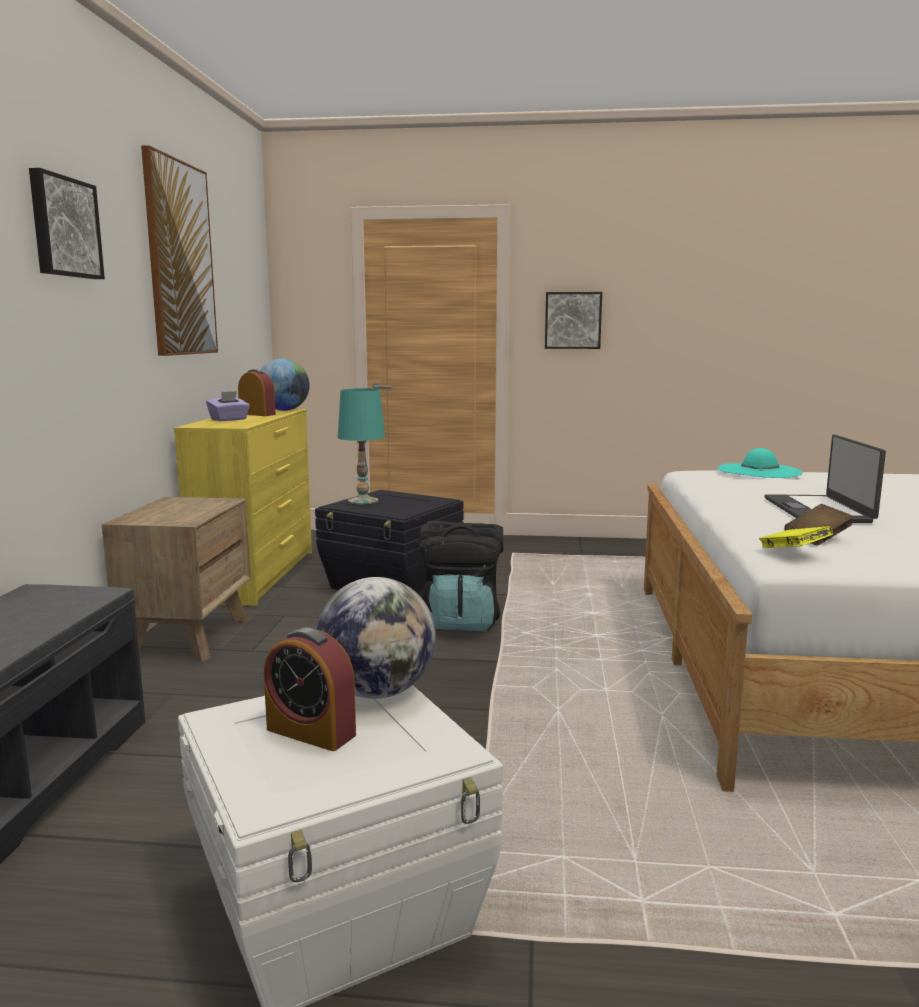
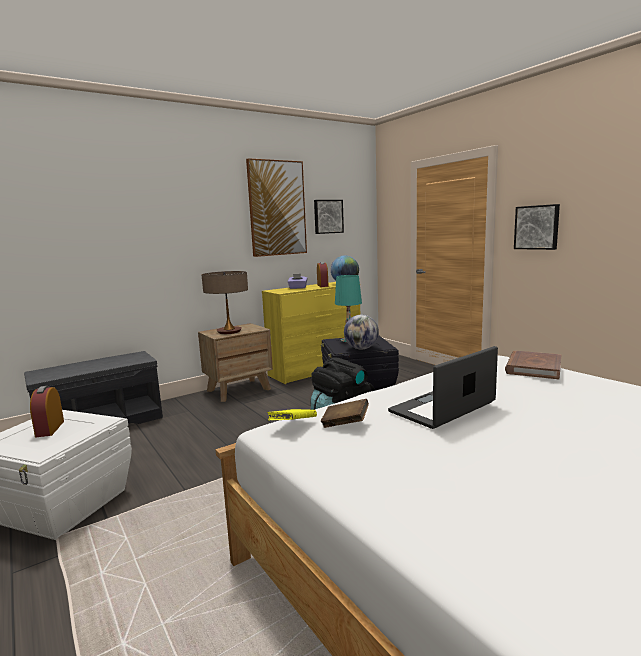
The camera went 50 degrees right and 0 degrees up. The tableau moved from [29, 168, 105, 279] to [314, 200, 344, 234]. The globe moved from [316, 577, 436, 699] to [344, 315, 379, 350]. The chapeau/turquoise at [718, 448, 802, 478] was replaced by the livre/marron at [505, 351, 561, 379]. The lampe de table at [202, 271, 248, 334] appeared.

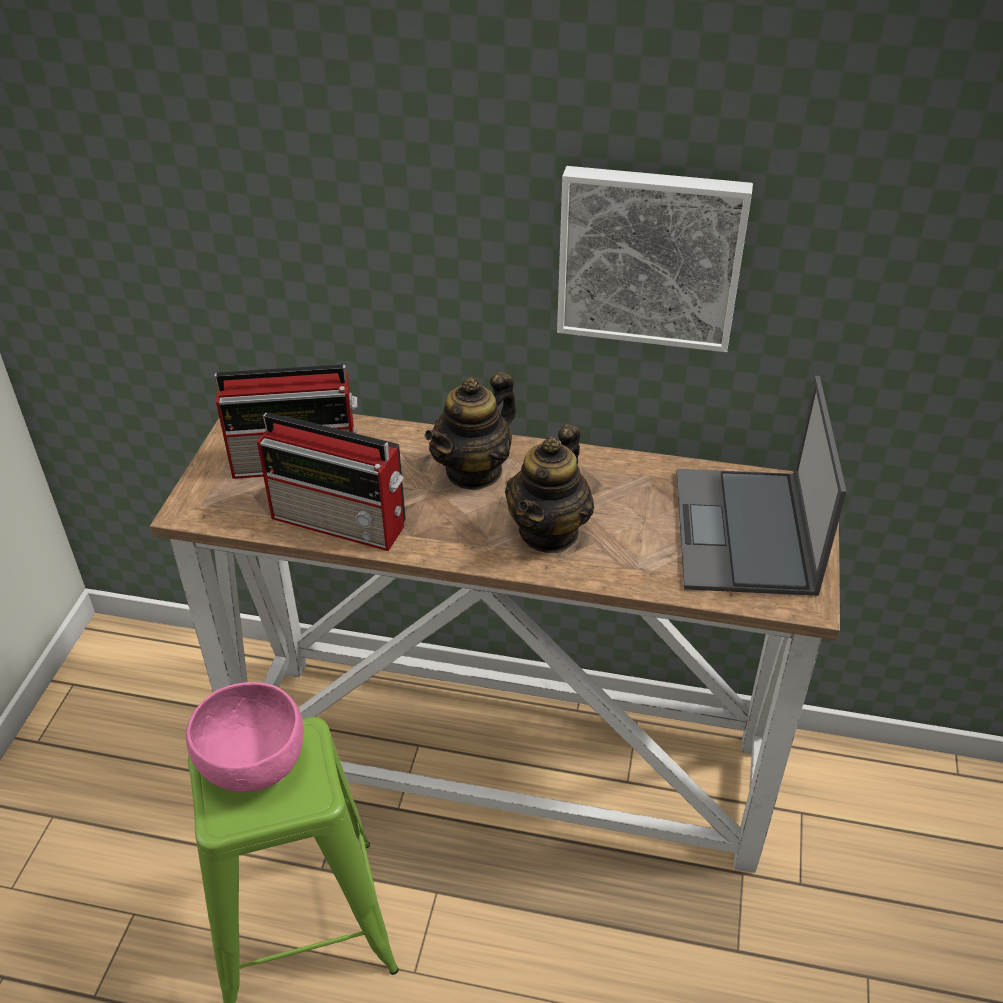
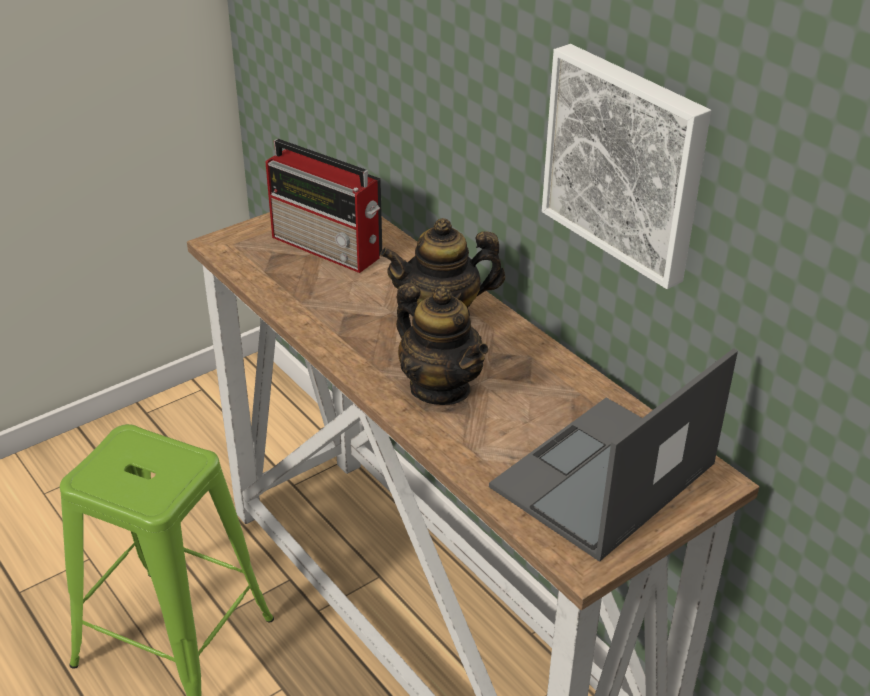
The camera went 40 degrees right and 5 degrees down. The bol/rose at [186, 682, 304, 792] disappeared. The radio at [257, 413, 406, 551] disappeared. The théière at [505, 424, 594, 553] turned 105 degrees counterclockwise.

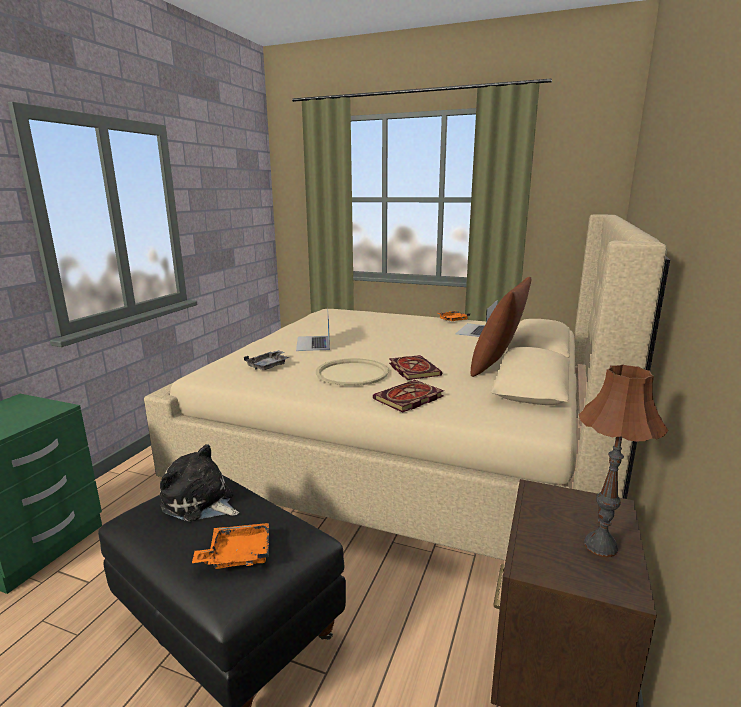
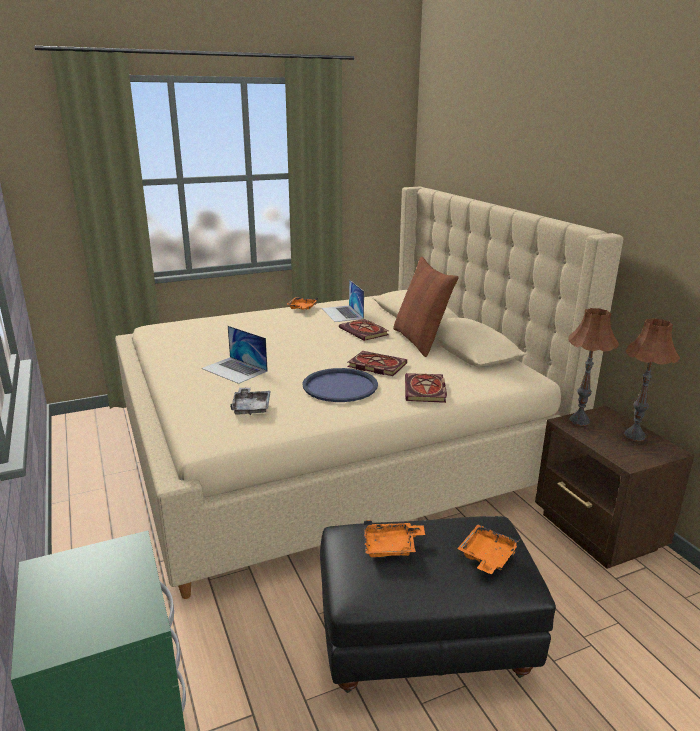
The camera went 45 degrees left and 5 degrees up. The peluche at [160, 444, 239, 522] was replaced by the plateau/orange at [364, 520, 425, 557]. The plateau/beige at [316, 358, 389, 386] became the plateau/bleu at [302, 368, 378, 402]. The livre at [339, 319, 389, 341] appeared. The lampe de table/marron at [568, 308, 619, 426] appeared.

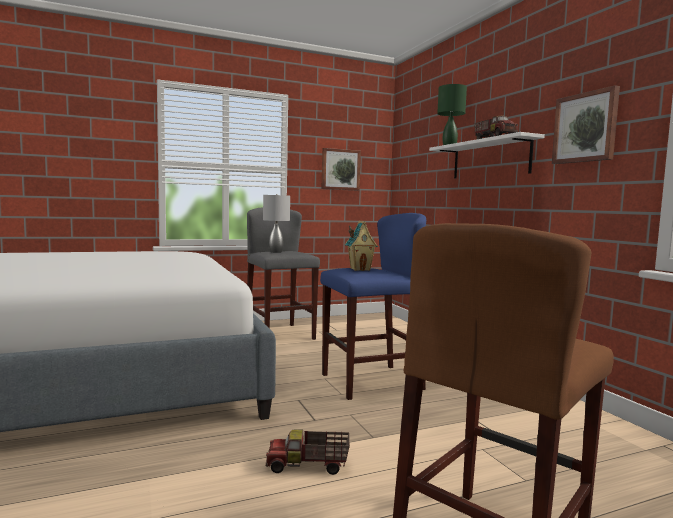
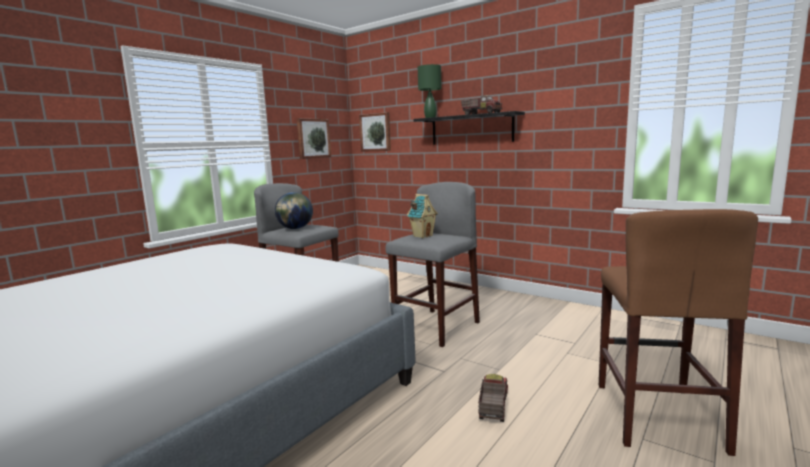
The camera went 30 degrees left and 5 degrees up. The lampe de table/gris at [263, 194, 290, 253] was replaced by the globe at [275, 192, 313, 229]. The camion jouet at [266, 429, 350, 475] turned 135 degrees clockwise. The tabouret/bleu at [320, 213, 426, 400] became the tabouret/gris at [386, 182, 480, 347]. The étagère/blanc at [429, 132, 545, 178] became the étagère/noir at [413, 111, 525, 144]. The tableau moved from [552, 85, 620, 164] to [359, 112, 391, 152].

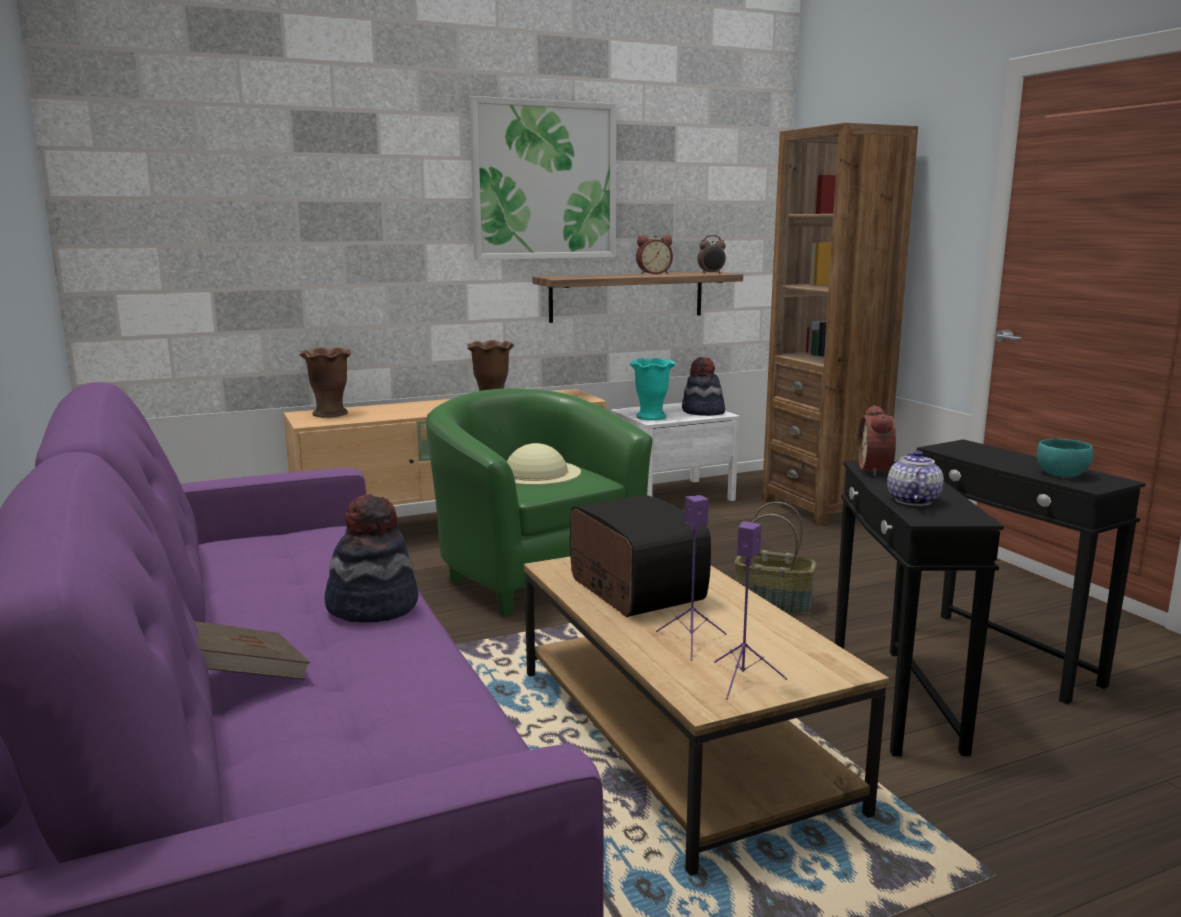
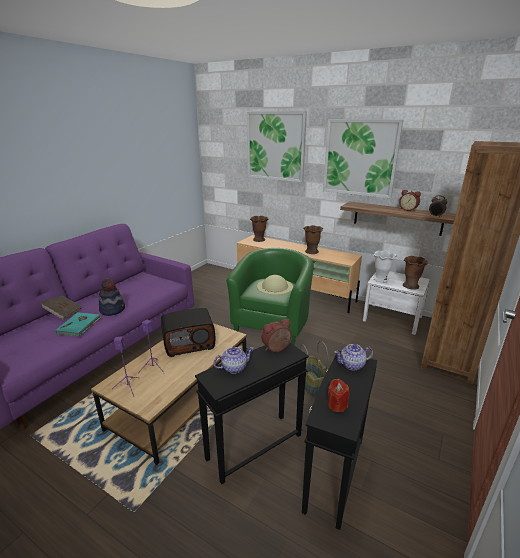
The camera went 55 degrees right and 10 degrees up. The radio at [570, 495, 711, 617] turned 45 degrees clockwise. The vase/turquoise at [630, 358, 675, 420] became the vase/blanc at [374, 250, 397, 283]. The chapeau at [682, 357, 725, 416] was replaced by the vase/marron at [403, 256, 428, 290]. The bol/turquoise at [1037, 439, 1093, 477] was replaced by the bougie/rouge at [328, 379, 350, 412]. The livre/turquoise at [55, 312, 102, 337] appeared. The tableau at [247, 111, 307, 182] appeared. The théière at [334, 344, 373, 370] appeared.

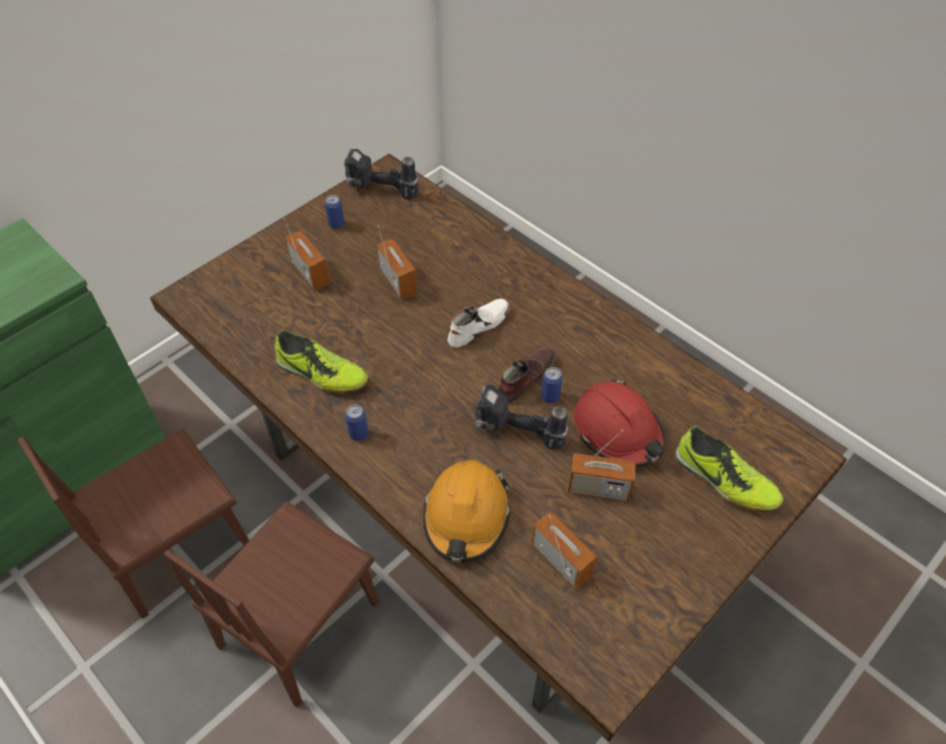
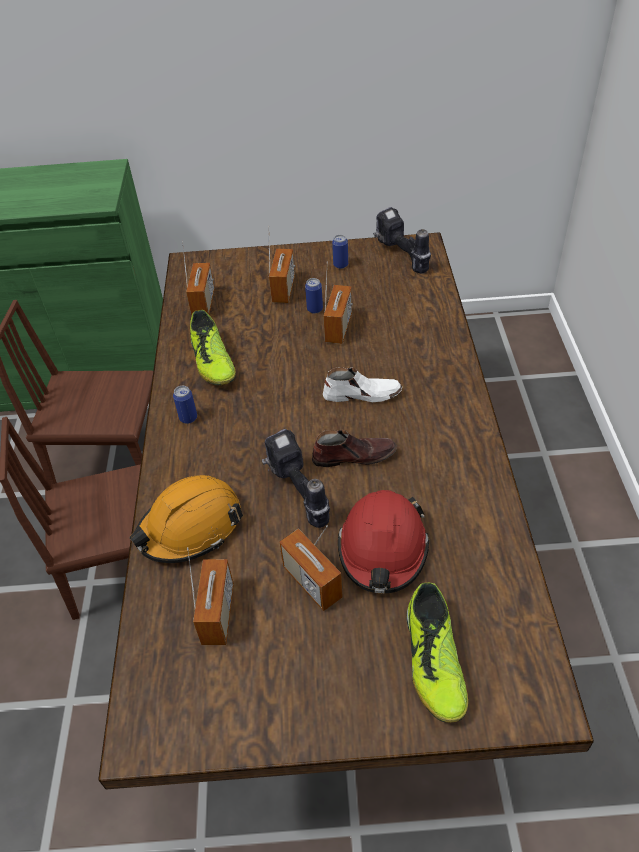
The camera went 45 degrees right and 5 degrees down. The boîte métallique moved from [541, 367, 563, 403] to [305, 278, 323, 314]. The radio at [182, 240, 215, 316] appeared.

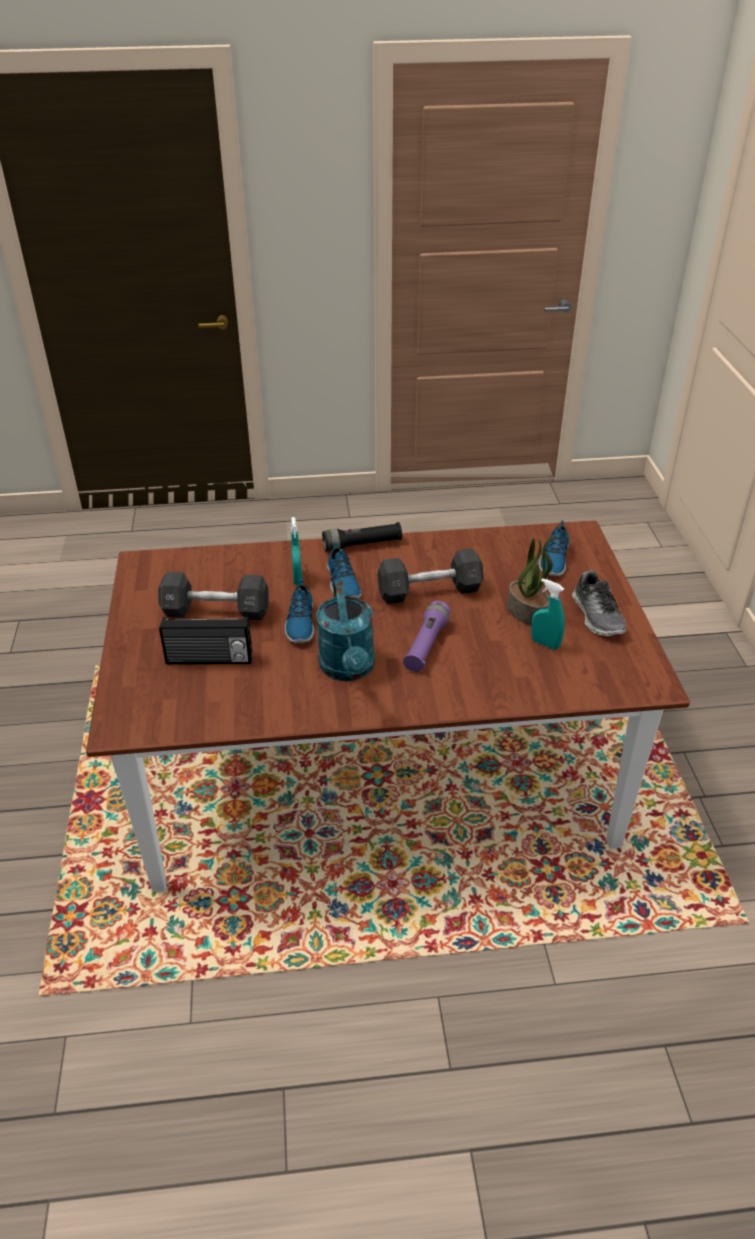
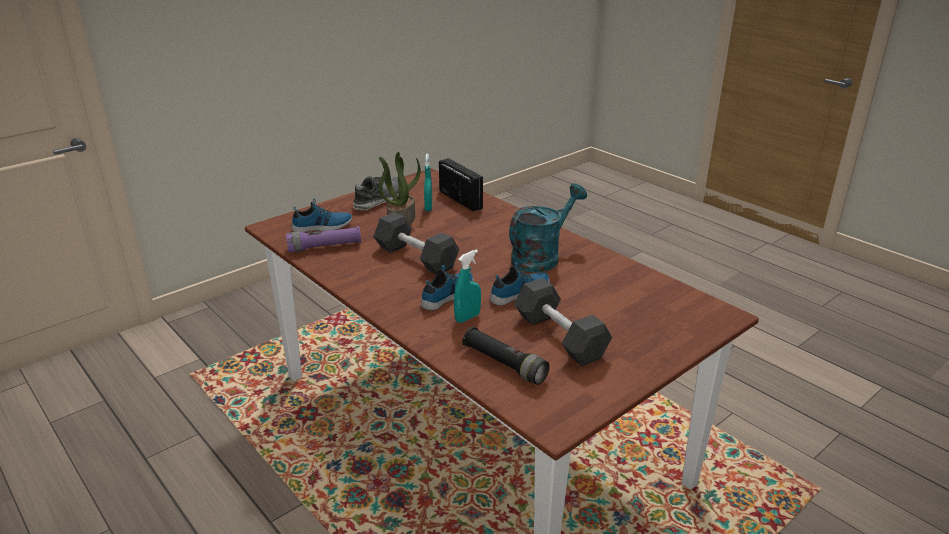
The camera went 125 degrees left and 10 degrees down. The radio moved from [159, 617, 252, 664] to [439, 158, 483, 211]. The lampe de poche/noir moved from [322, 522, 402, 551] to [462, 327, 550, 385]. The lampe de poche/violet moved from [403, 601, 450, 672] to [286, 226, 361, 252].

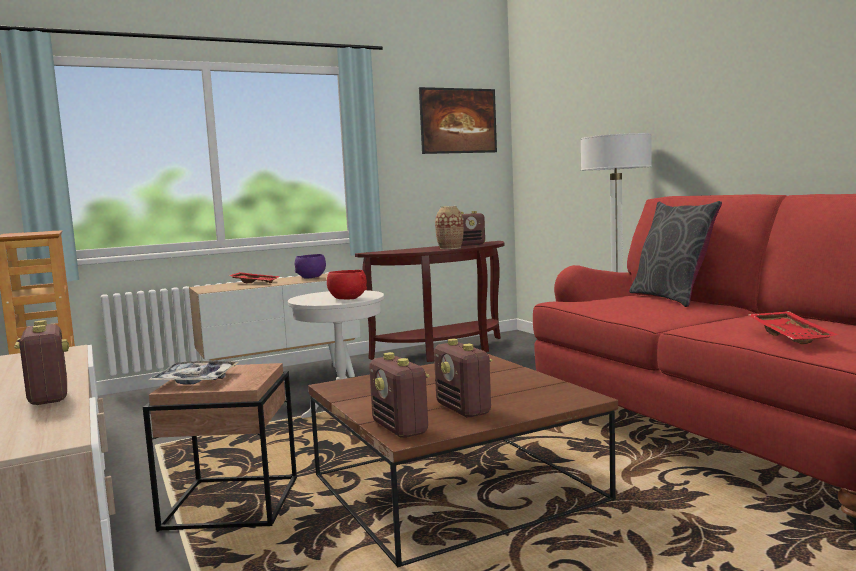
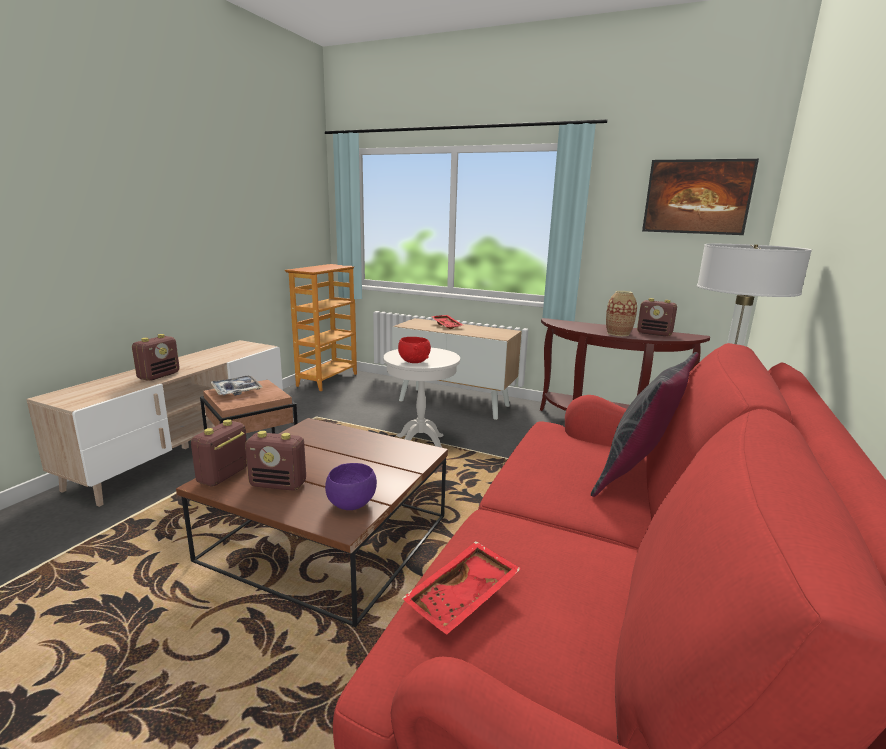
The camera went 50 degrees right and 10 degrees up. The bol/violet moved from [295, 254, 326, 279] to [325, 463, 377, 510]. The radio at [434, 339, 493, 417] turned 105 degrees counterclockwise.

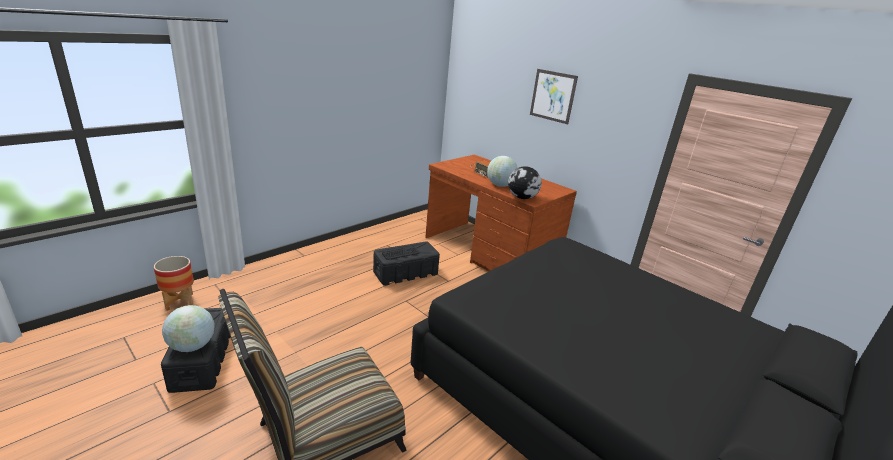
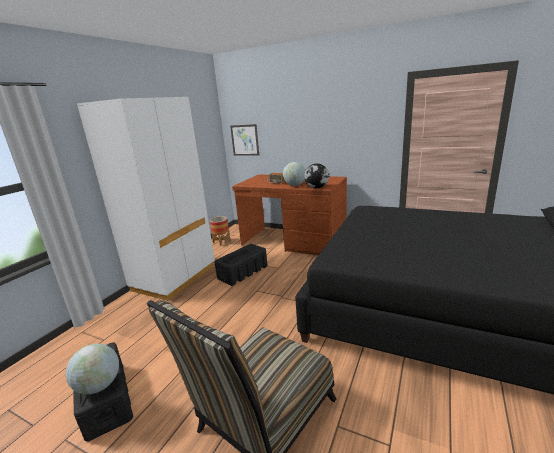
The camera went 15 degrees left and 5 degrees down. The cache-pot moved from [154, 256, 194, 311] to [210, 216, 231, 246]. The tableau moved from [530, 69, 578, 124] to [230, 124, 259, 156]. The armoire/blanc at [77, 97, 215, 301] appeared.

